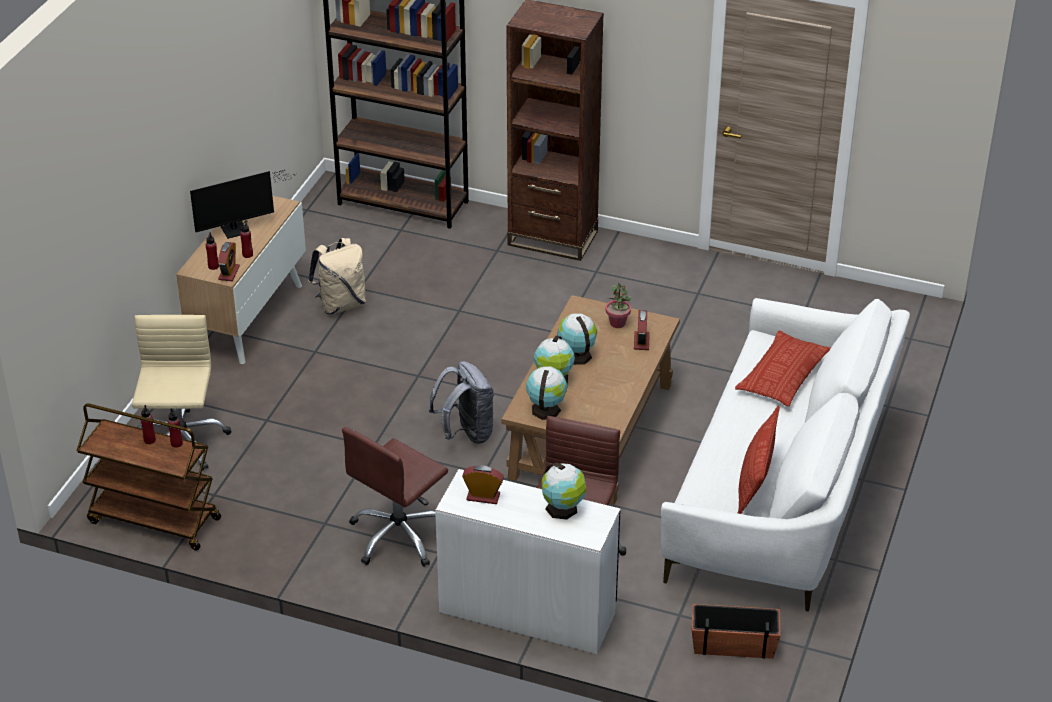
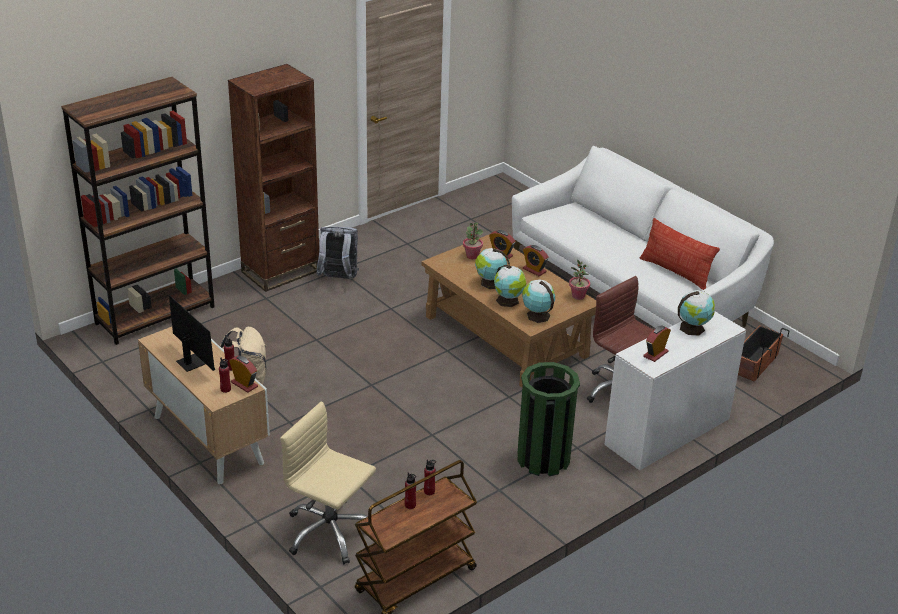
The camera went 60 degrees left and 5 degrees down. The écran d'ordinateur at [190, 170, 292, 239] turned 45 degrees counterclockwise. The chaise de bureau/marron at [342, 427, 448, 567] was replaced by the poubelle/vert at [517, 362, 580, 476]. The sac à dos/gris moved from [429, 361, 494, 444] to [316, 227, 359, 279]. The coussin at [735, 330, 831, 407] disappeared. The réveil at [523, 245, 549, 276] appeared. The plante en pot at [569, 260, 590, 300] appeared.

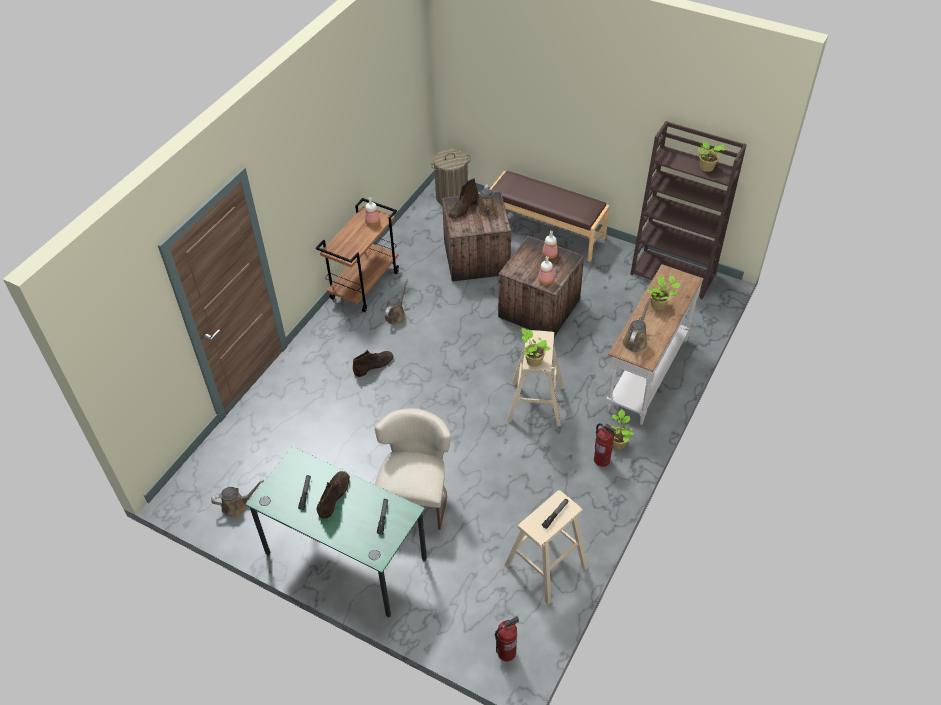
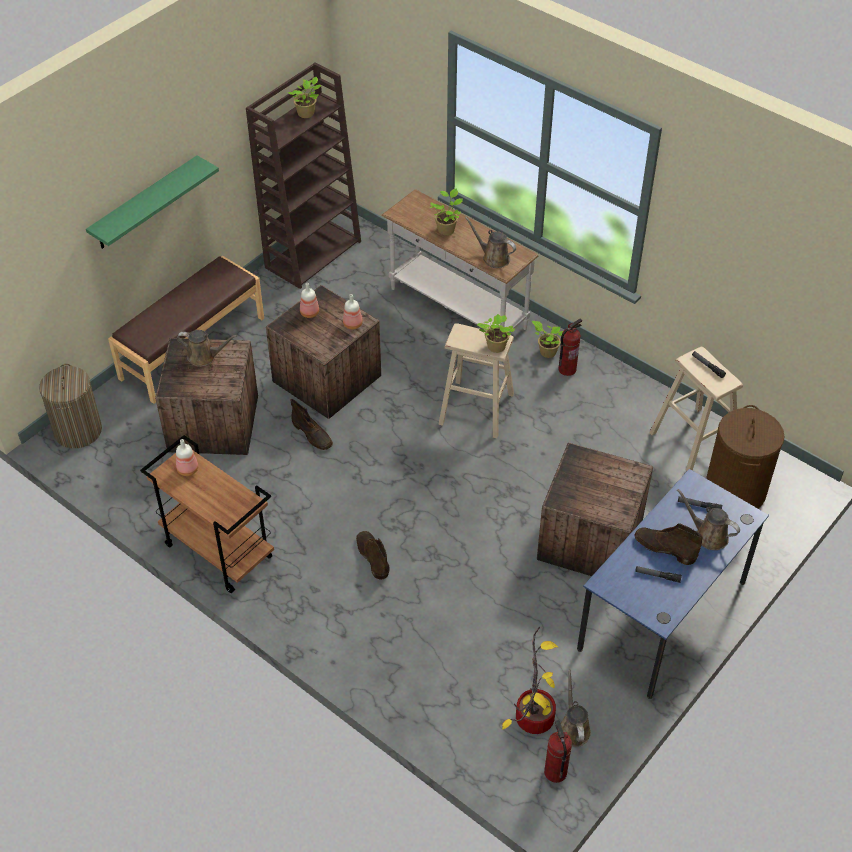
The camera went 80 degrees left and 0 degrees up. The bureau/vert at [245, 446, 427, 618] became the bureau/bleu at [577, 469, 769, 699]. The chaise/beige at [375, 408, 451, 530] was replaced by the caisse at [537, 443, 653, 576]. The arrosoir/marron moved from [385, 278, 408, 325] to [677, 489, 740, 550]. The botte/marron moved from [449, 178, 479, 219] to [291, 399, 333, 450]. The extincteur moved from [495, 616, 519, 661] to [544, 720, 572, 783]. The étagère/vert at [86, 155, 219, 249] appeared. The plante en pot at [502, 627, 558, 734] appeared. The panier à linge/marron at [706, 405, 785, 508] appeared.

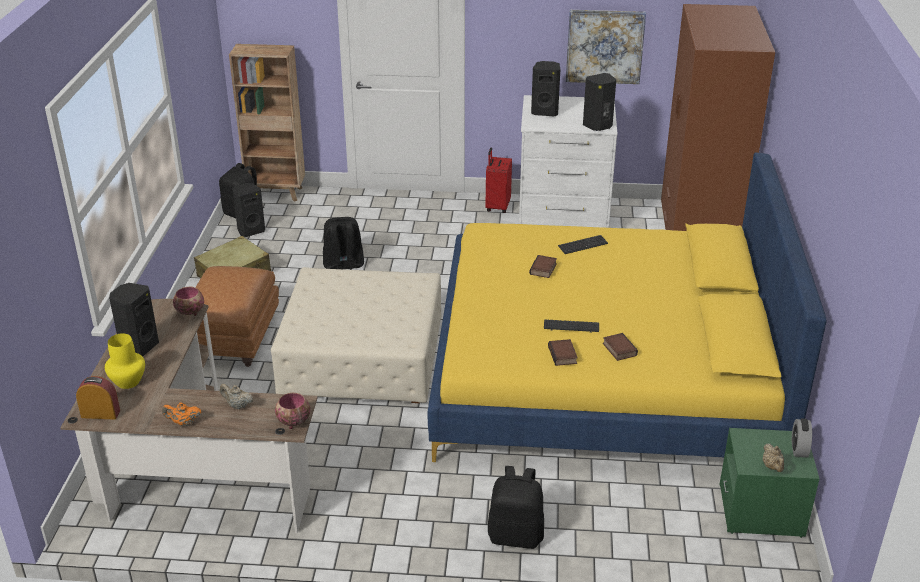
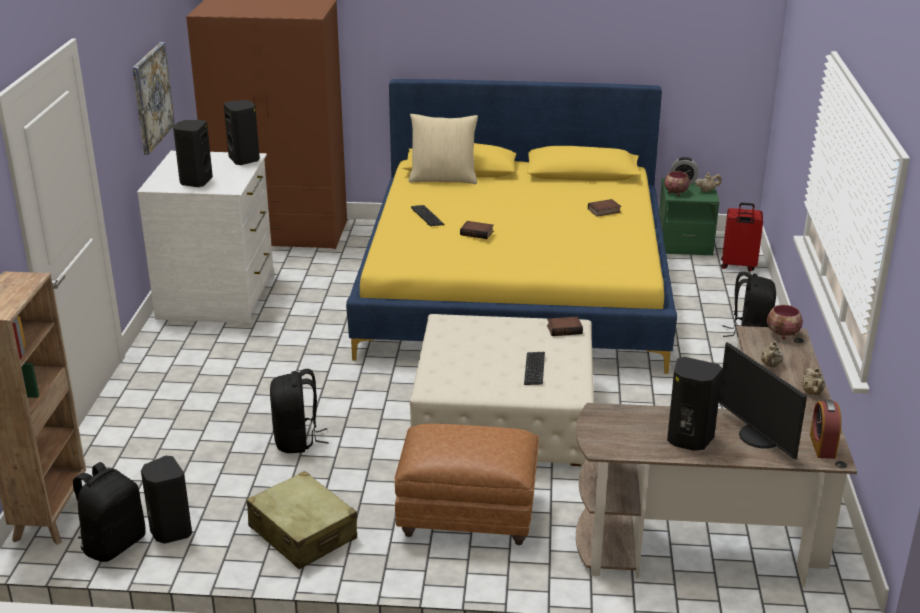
The camera went 90 degrees left and 5 degrees down. The vase/jaune at [105, 333, 145, 389] was replaced by the écran d'ordinateur at [718, 342, 807, 459]. The théière/orange at [162, 402, 201, 426] became the théière/beige at [802, 367, 825, 395]. The bol moved from [173, 287, 204, 316] to [664, 171, 690, 196]. The valise/rouge moved from [485, 148, 512, 213] to [721, 203, 763, 271]. The clavier moved from [544, 319, 599, 333] to [524, 352, 545, 385]. The livre moved from [548, 339, 578, 366] to [547, 316, 583, 336]. The coussin/beige at [409, 114, 478, 184] appeared.

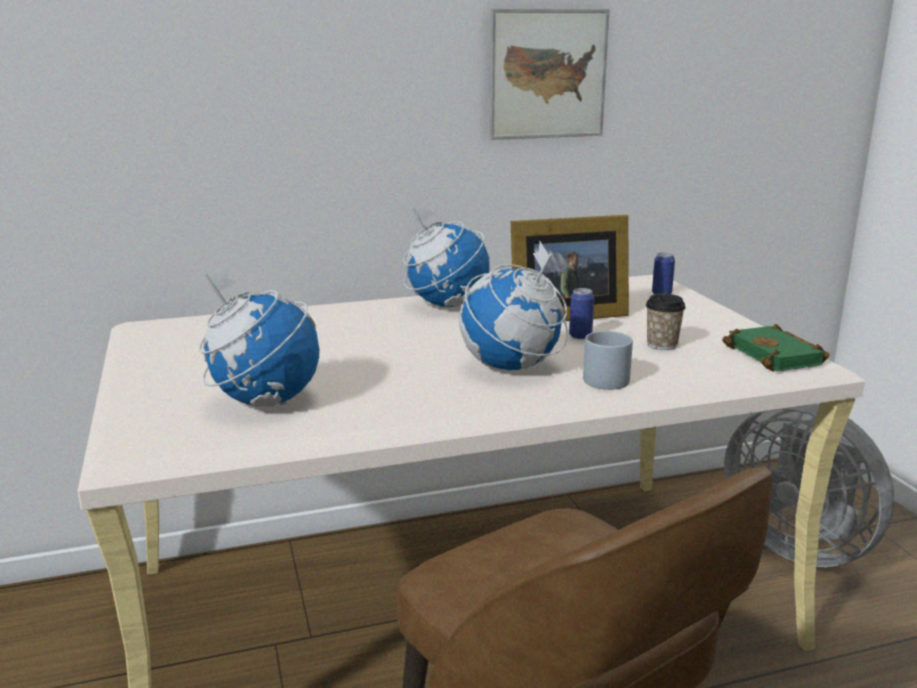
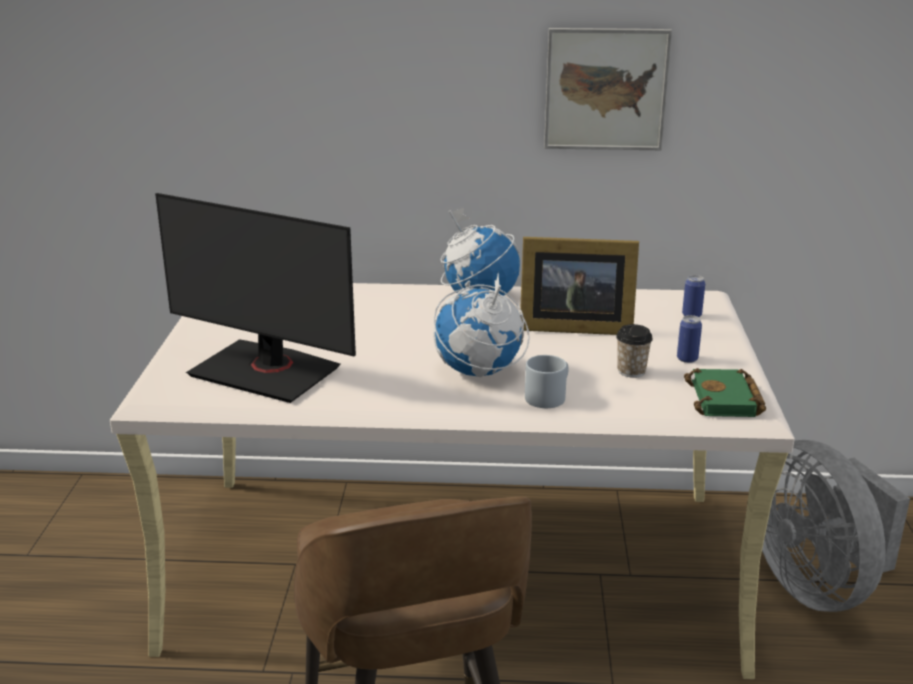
The camera went 20 degrees right and 5 degrees up. The globe at [199, 266, 319, 407] was replaced by the écran d'ordinateur at [155, 193, 356, 403]. The boîte métallique moved from [569, 288, 594, 339] to [677, 315, 702, 363].

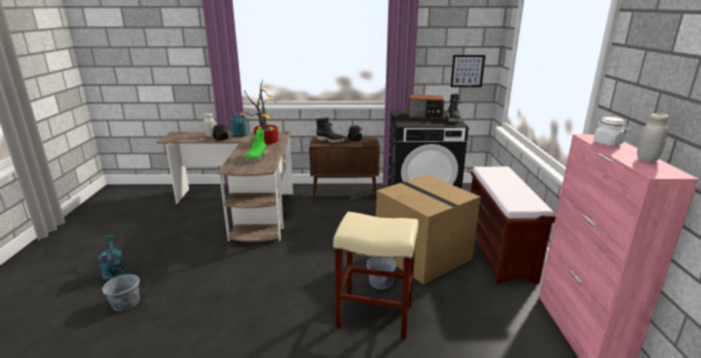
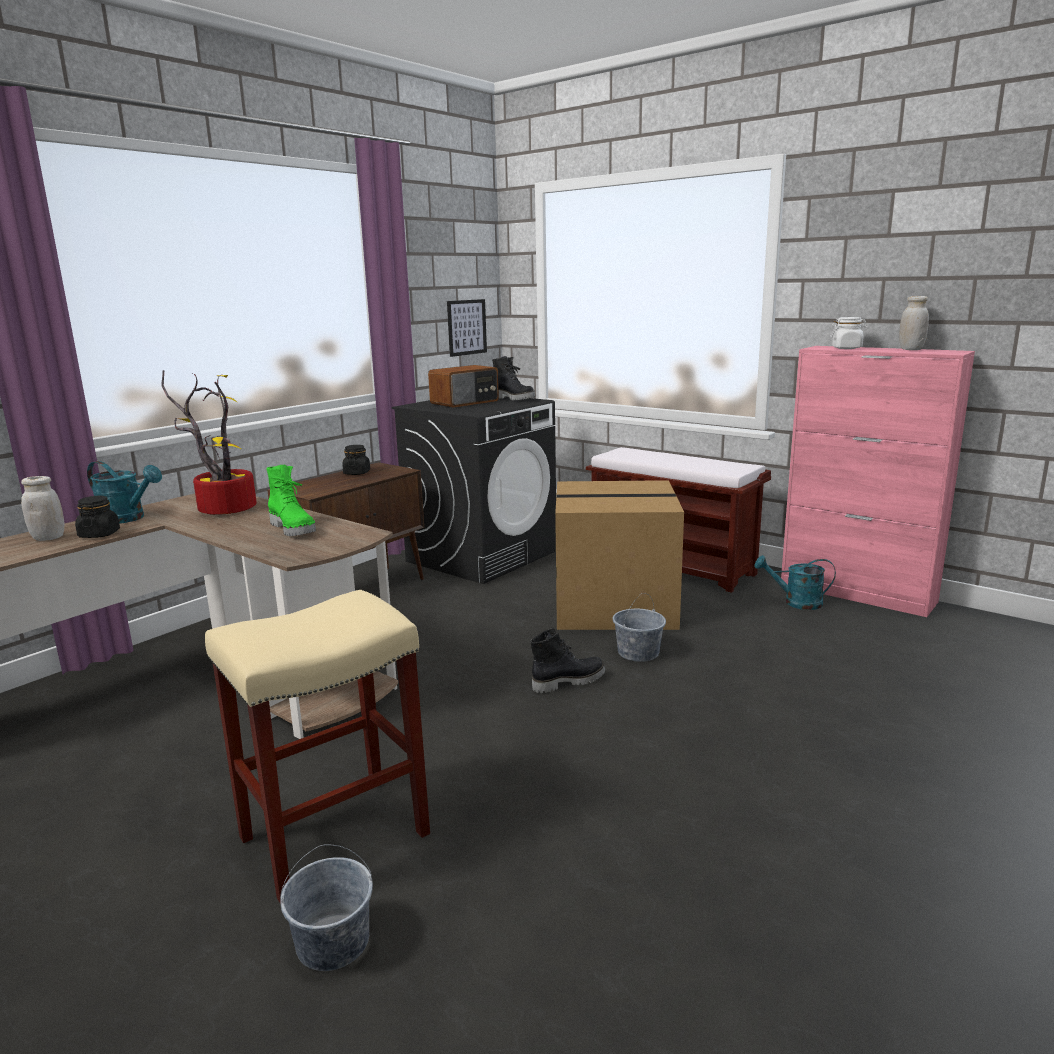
The camera went 50 degrees left and 5 degrees down. The arrosoir/turquoise moved from [98, 235, 126, 281] to [754, 555, 836, 610]. The botte/noir moved from [316, 118, 345, 143] to [530, 628, 605, 693]. The tabouret/beige moved from [333, 212, 418, 340] to [205, 590, 430, 904].

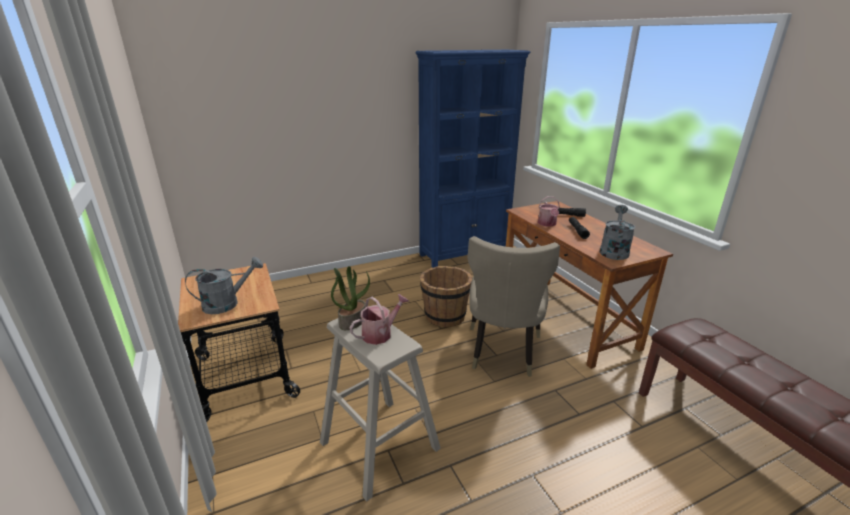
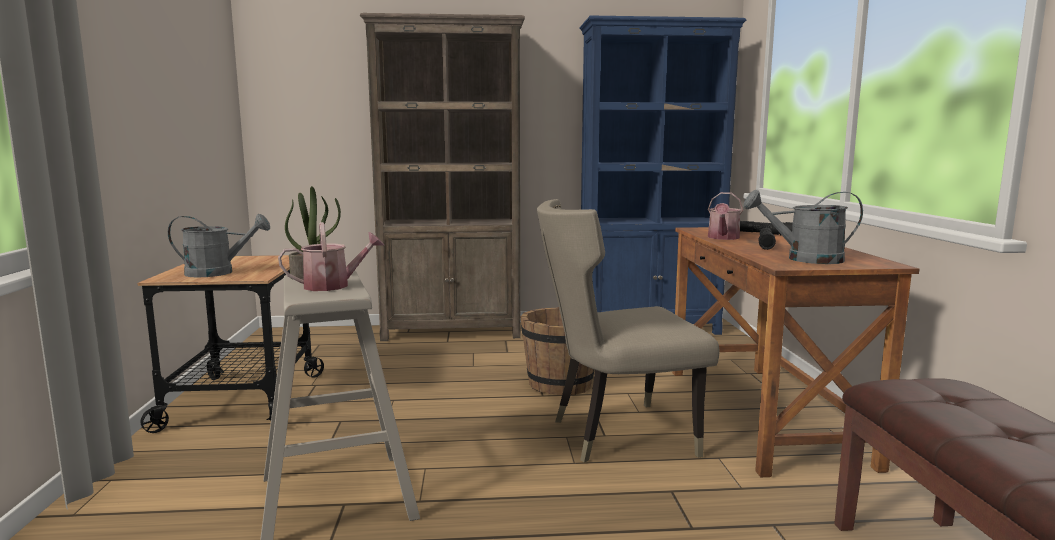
The camera went 20 degrees right and 15 degrees down. The chaise/beige at [468, 236, 560, 377] turned 45 degrees clockwise. The arrosoir/gris at [600, 205, 635, 260] turned 120 degrees counterclockwise. The bibliothèque/marron at [360, 13, 525, 341] appeared.

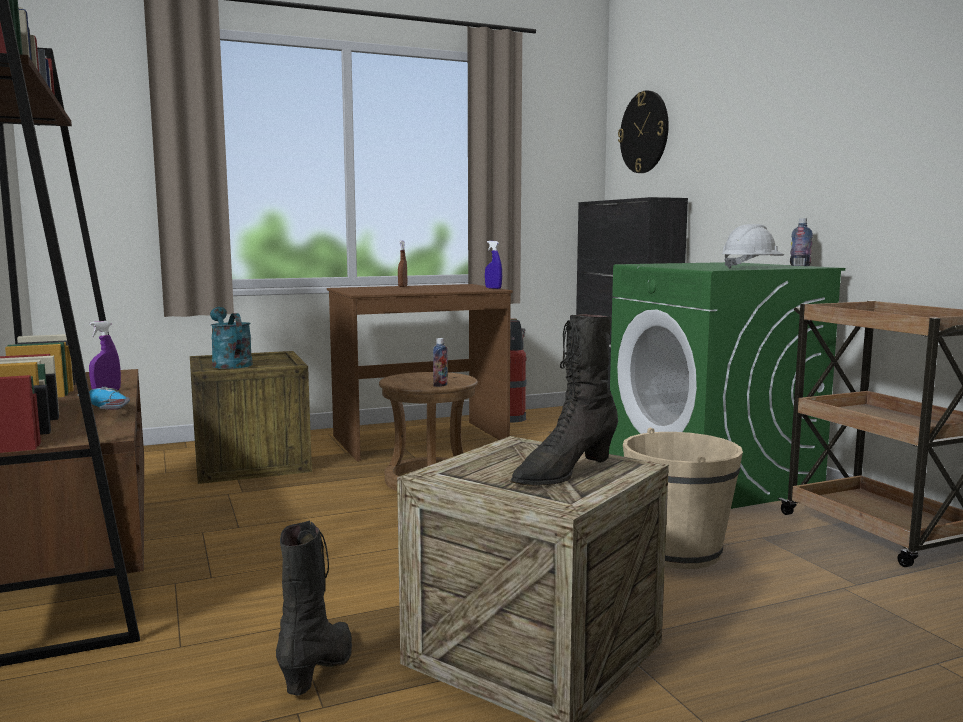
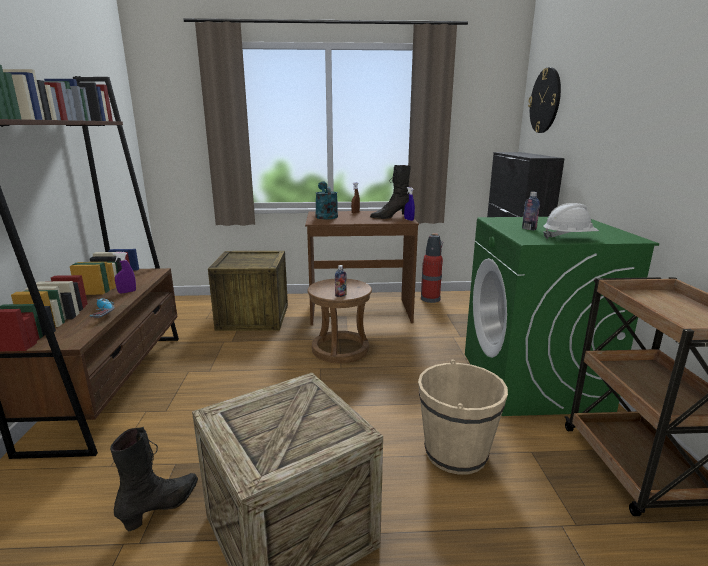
The camera went 20 degrees right and 10 degrees up. The arrosoir/turquoise moved from [210, 307, 253, 369] to [316, 182, 338, 219]. The botte/noir moved from [510, 314, 618, 486] to [370, 165, 411, 219]. The bouteille moved from [790, 218, 813, 266] to [522, 192, 540, 230].

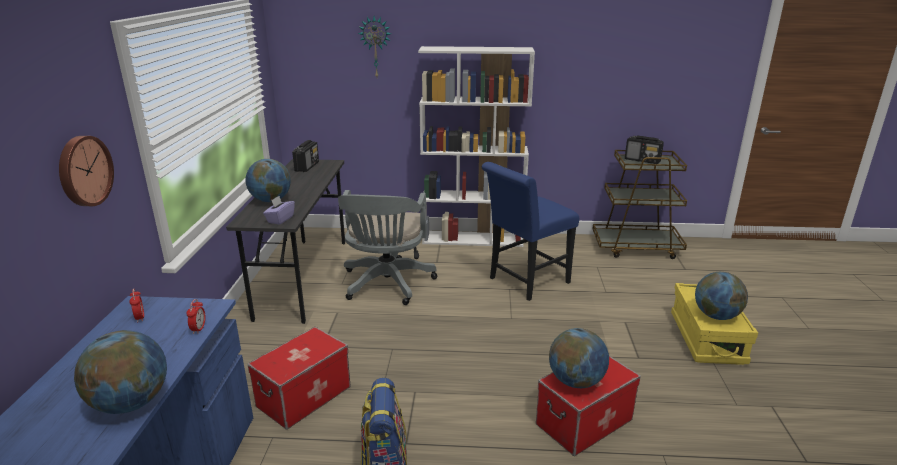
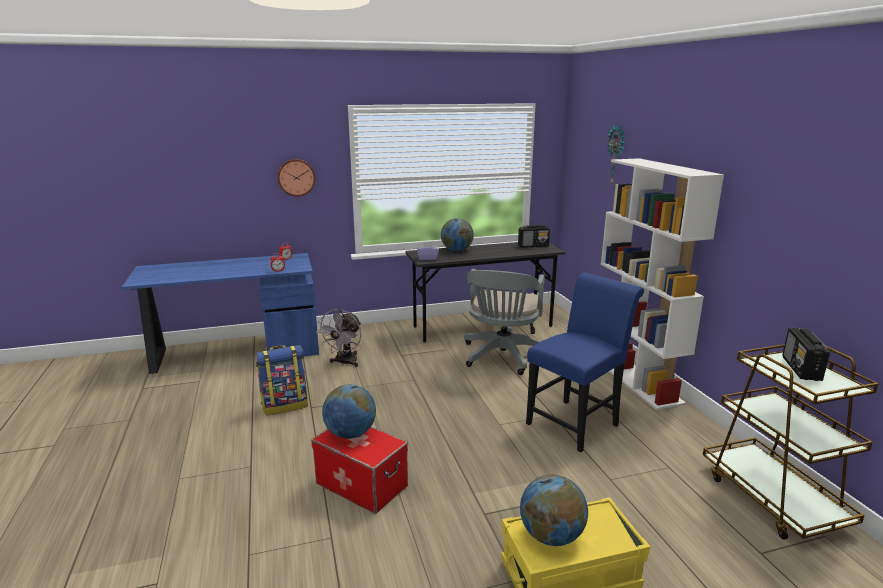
The camera went 70 degrees right and 5 degrees down. The globe at [74, 330, 167, 414] disappeared. The boîte de rangement at [247, 327, 351, 430] was replaced by the ventilateur/gris at [316, 309, 361, 367]. The chaise de bureau/gris at [338, 190, 437, 305] turned 60 degrees counterclockwise. The chaise/bleu at [482, 162, 579, 301] turned 105 degrees clockwise.

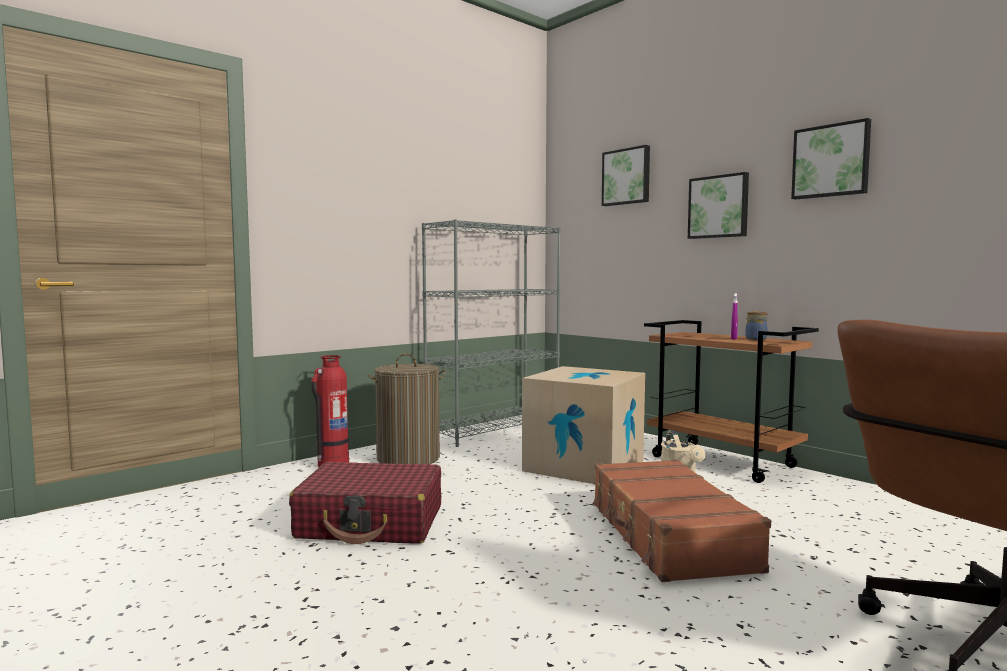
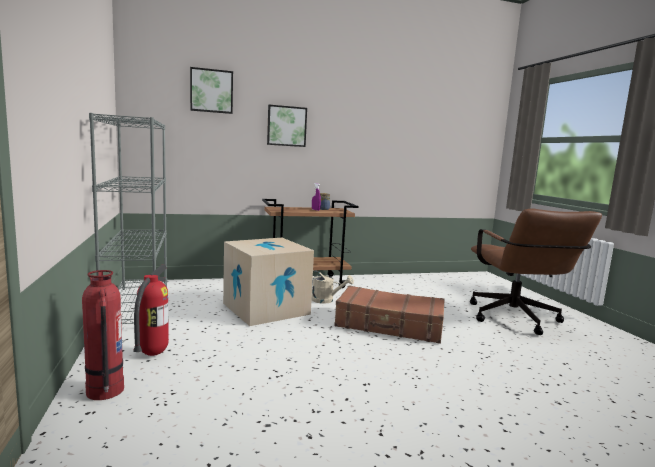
The camera went 65 degrees left and 5 degrees up. The valise/rouge at [289, 461, 441, 544] disappeared. The panier à linge at [367, 353, 446, 464] was replaced by the extincteur at [133, 264, 169, 356]. The tableau at [791, 118, 871, 200] disappeared.

